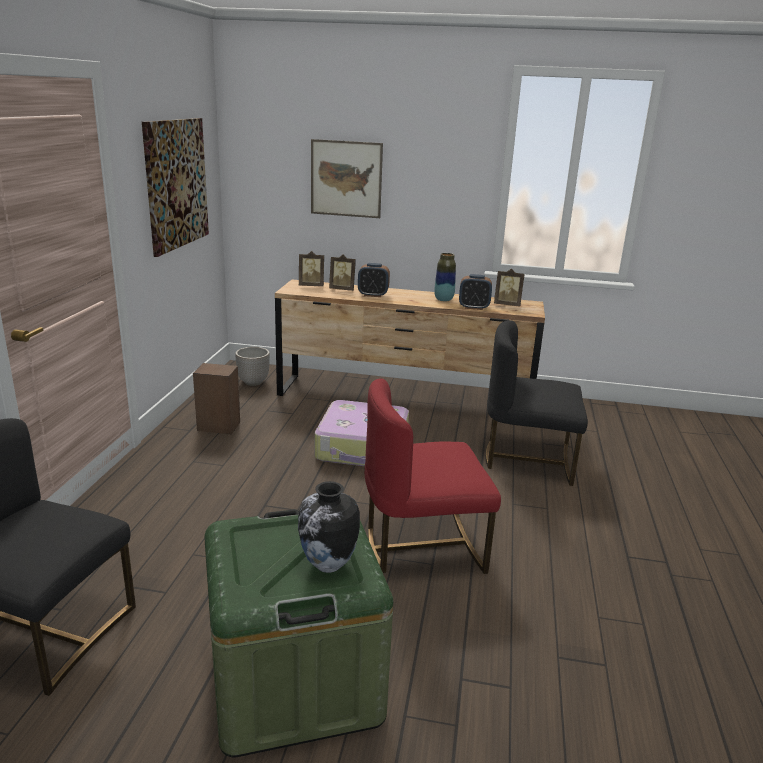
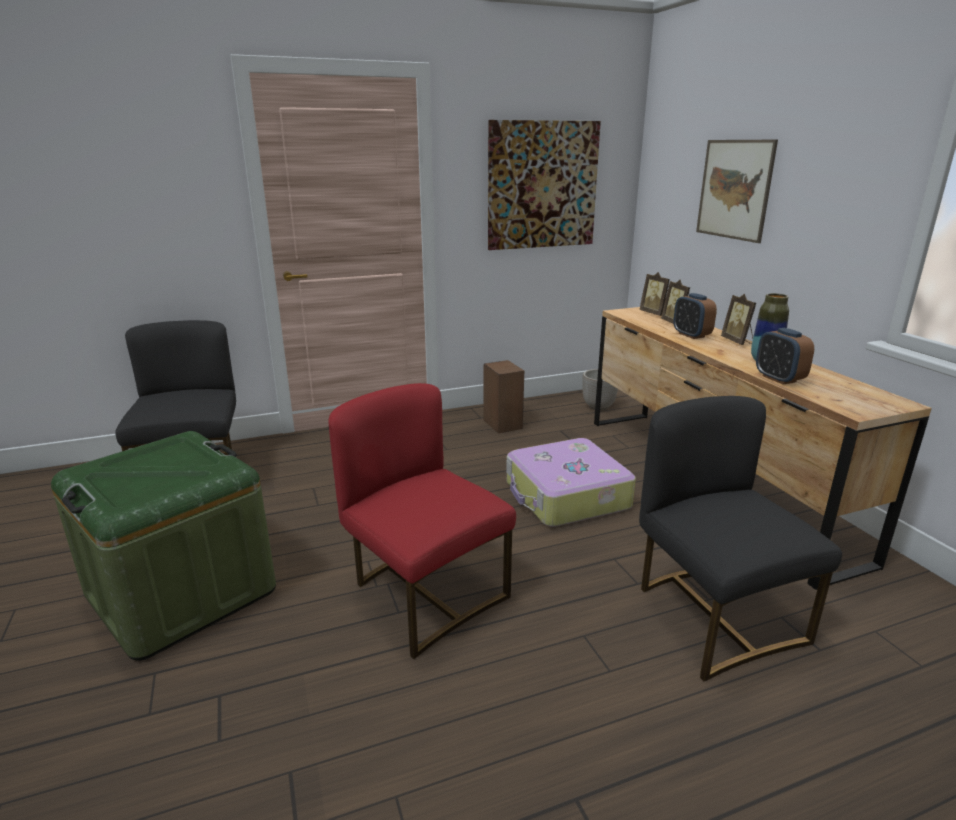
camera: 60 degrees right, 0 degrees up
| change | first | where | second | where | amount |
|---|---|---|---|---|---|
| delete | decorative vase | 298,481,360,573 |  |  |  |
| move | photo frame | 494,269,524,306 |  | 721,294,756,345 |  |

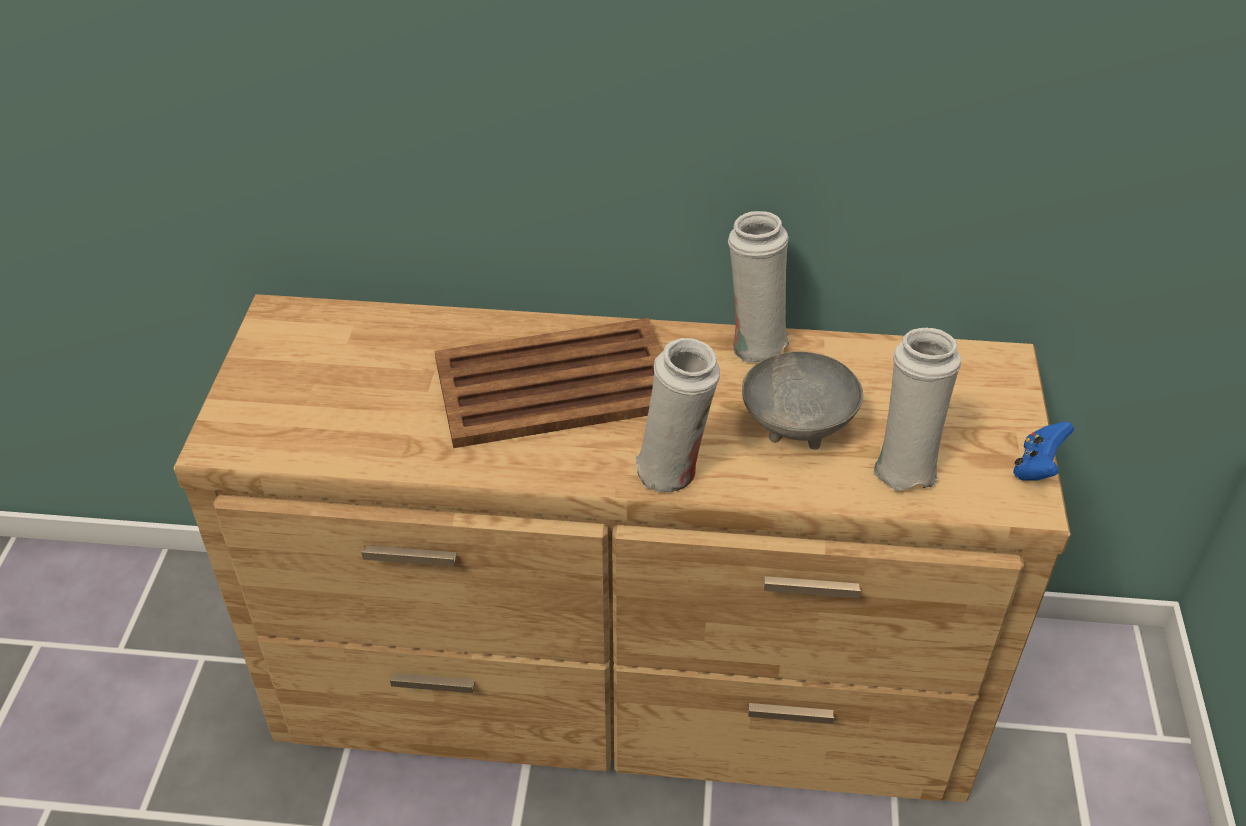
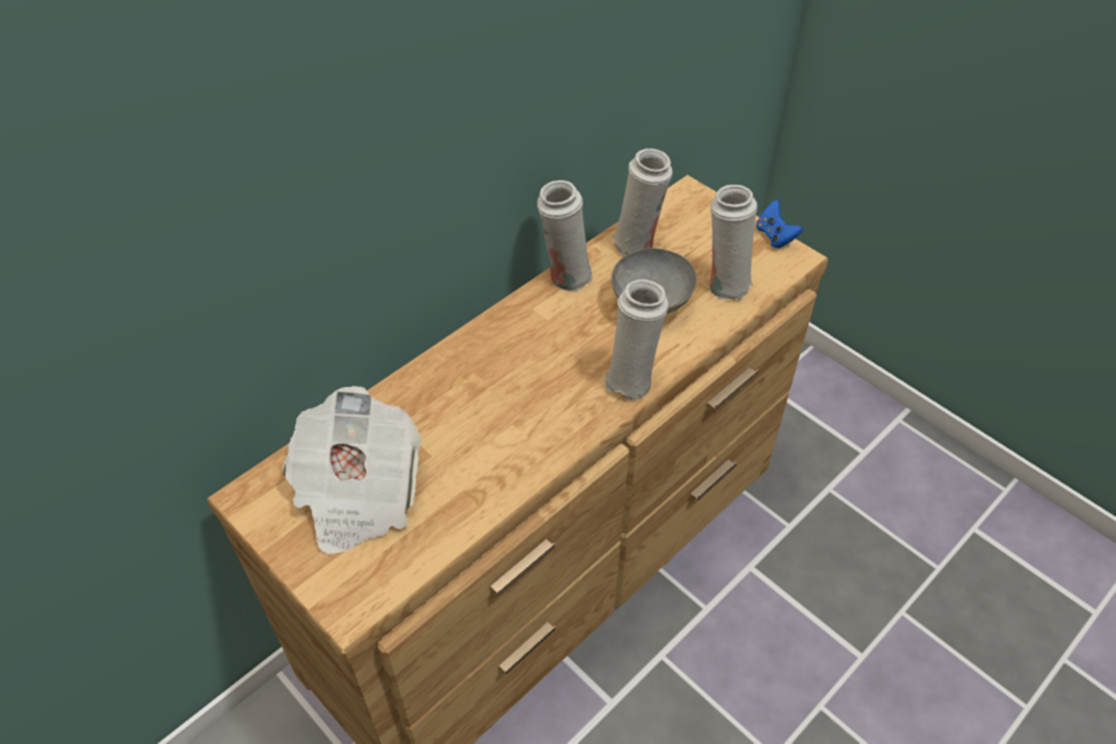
camera: 50 degrees left, 5 degrees up
| change | first | where | second | where | amount |
|---|---|---|---|---|---|
| delete | tray (brown-coloured) | 435,318,662,448 |  |  |  |
| insert |  |  | printed paper | 283,386,421,555 |  |
| insert |  |  | decorative vase (white-coloured) | 612,148,673,255 |  |

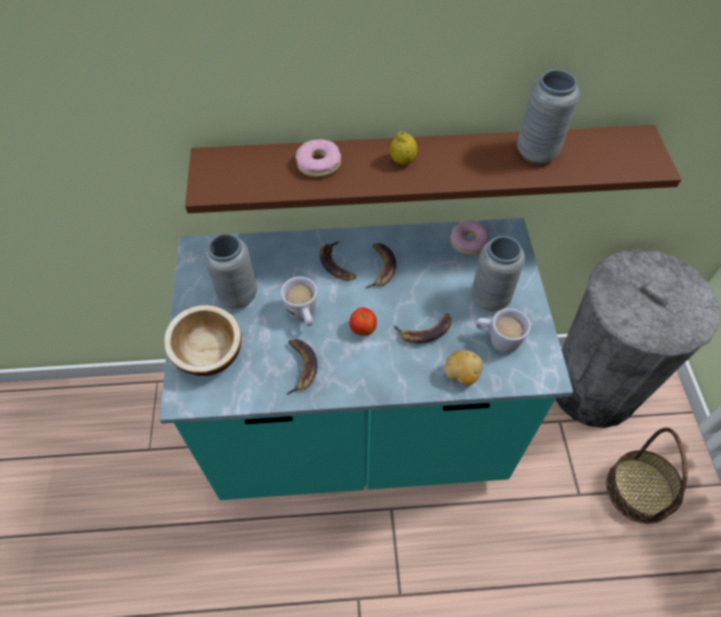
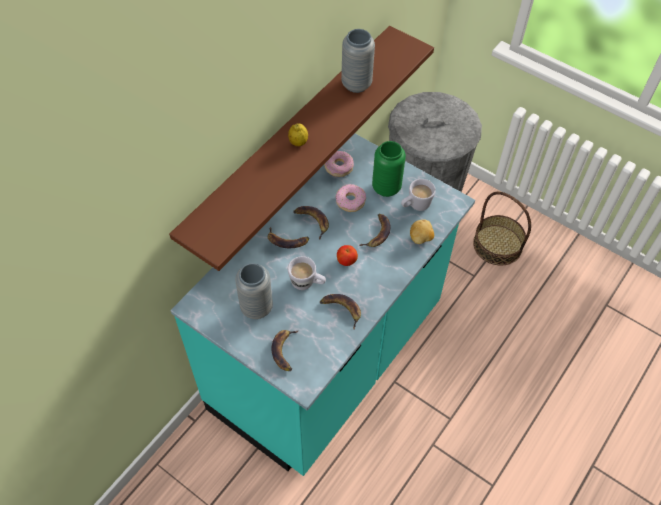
camera: 50 degrees left, 0 degrees up
| change | first | where | second | where | amount |
|---|---|---|---|---|---|
| move | donut | 295,139,341,177 |  | 336,184,366,212 |  |
| replace | bowl | 164,305,242,376 | banana fruit | 271,330,299,371 |  |
| recolor | decorative vase (grey) | 471,236,525,311 | decorative vase (green-coloured) | 372,141,406,197 |  |

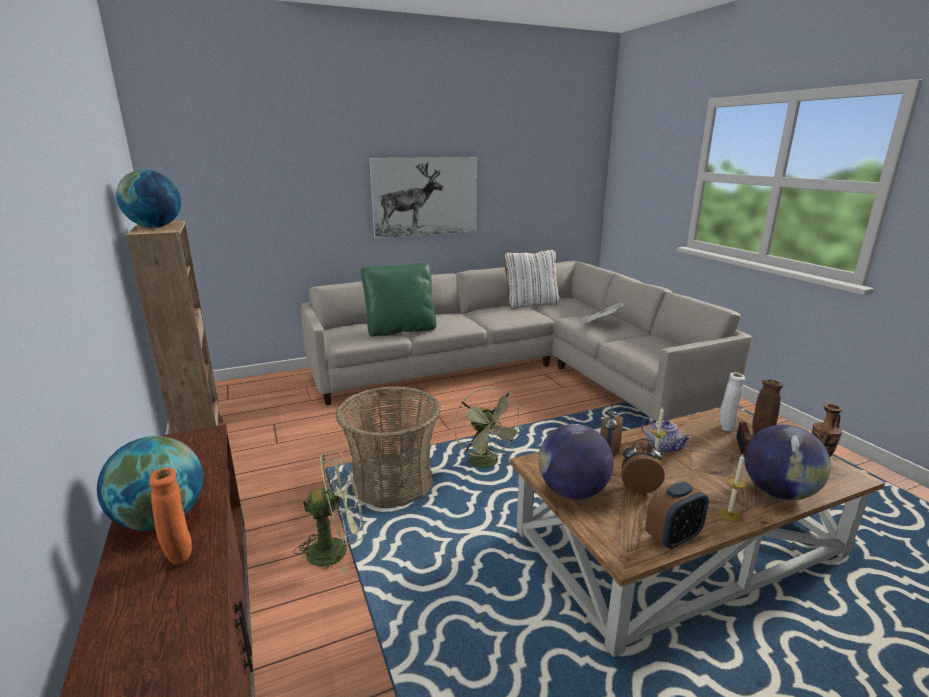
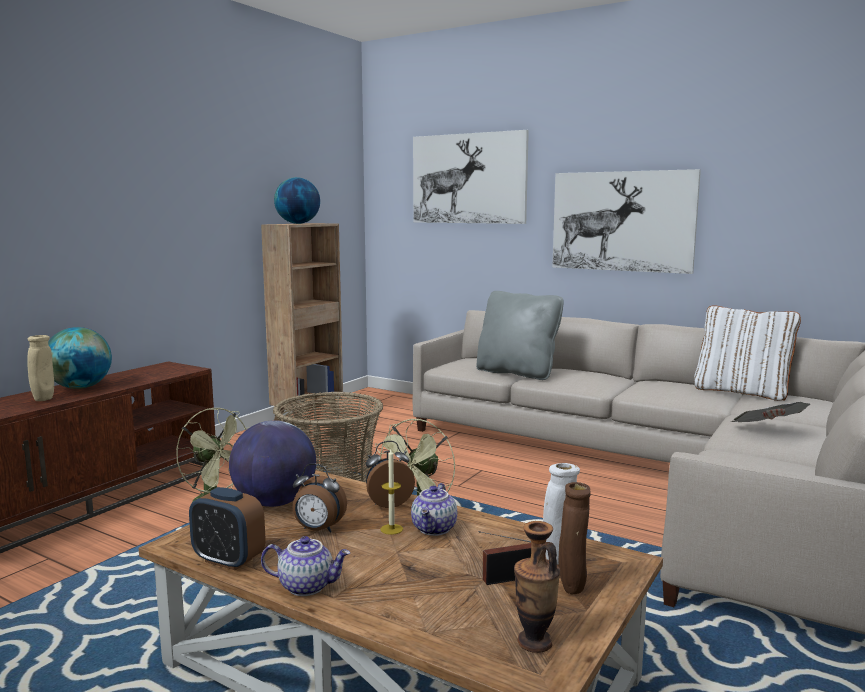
camera: 55 degrees right, 10 degrees down
| change | first | where | second | where | amount |
|---|---|---|---|---|---|
| delete | desk globe | 744,424,831,500 |  |  |  |
| insert |  |  | wall art | 413,130,529,224 |  |
| replace | wax candle | 719,454,746,521 | teapot | 261,536,350,596 |  |
| recolor | decorative vase (orange-coloured) | 149,468,192,565 | decorative vase (sand-coloured) | 27,335,54,401 |  |
| recolor | cushion (green-coloured) | 361,263,436,337 | cushion (grey) | 476,291,564,380 |  |
| rotate | alarm clock | 621,439,665,494 |  | 293,463,347,533 | 135 degrees clockwise |

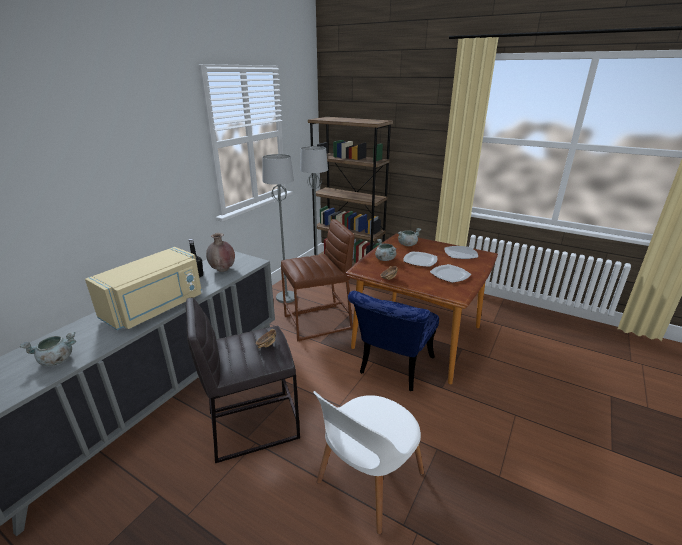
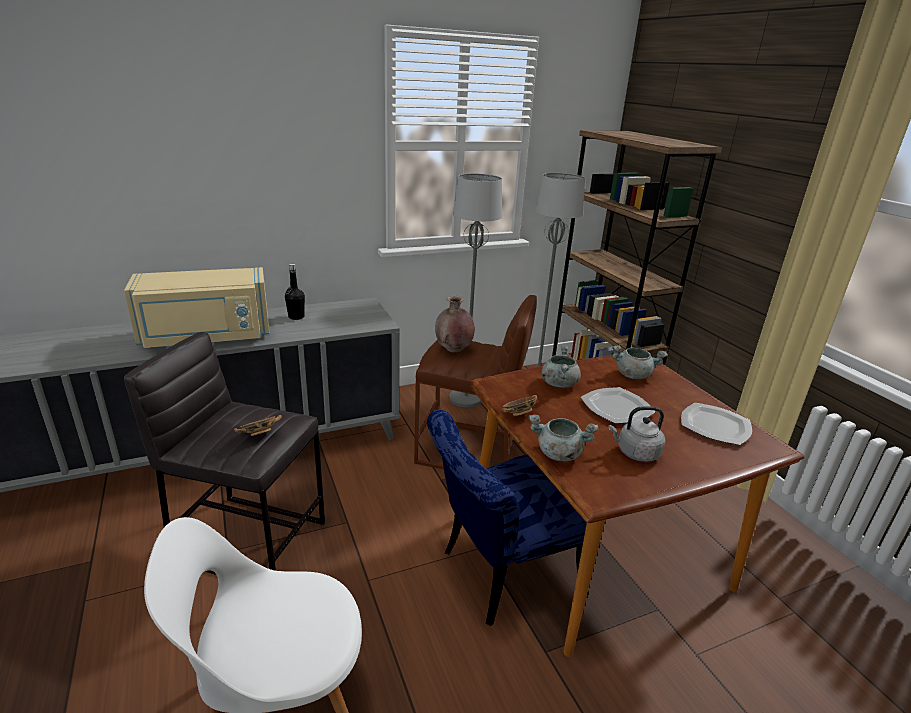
camera: 35 degrees right, 0 degrees up
| change | first | where | second | where | amount |
|---|---|---|---|---|---|
| move | cooking pot (grey) | 20,332,76,366 |  | 528,415,598,461 |  |
| move | decorative vase (brown-coloured) | 206,233,235,272 |  | 435,296,475,353 |  |
| replace | flat dish | 430,264,471,283 | water kettle (grey) | 608,406,665,462 |  |

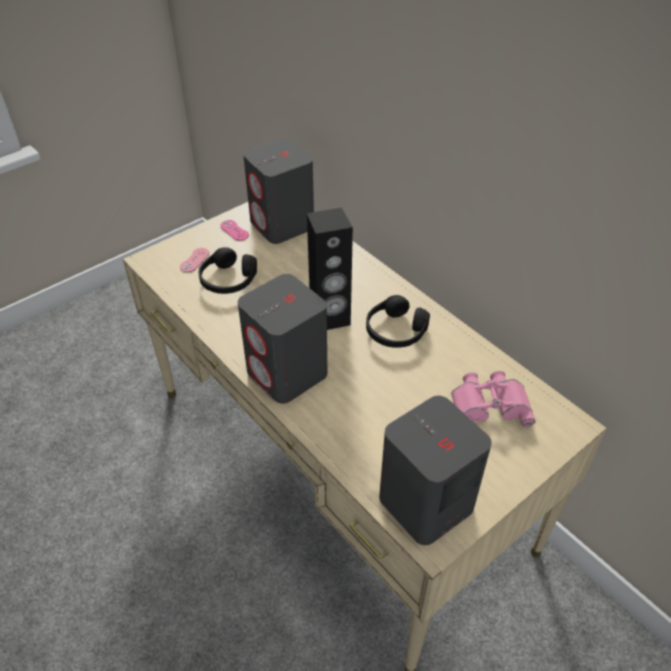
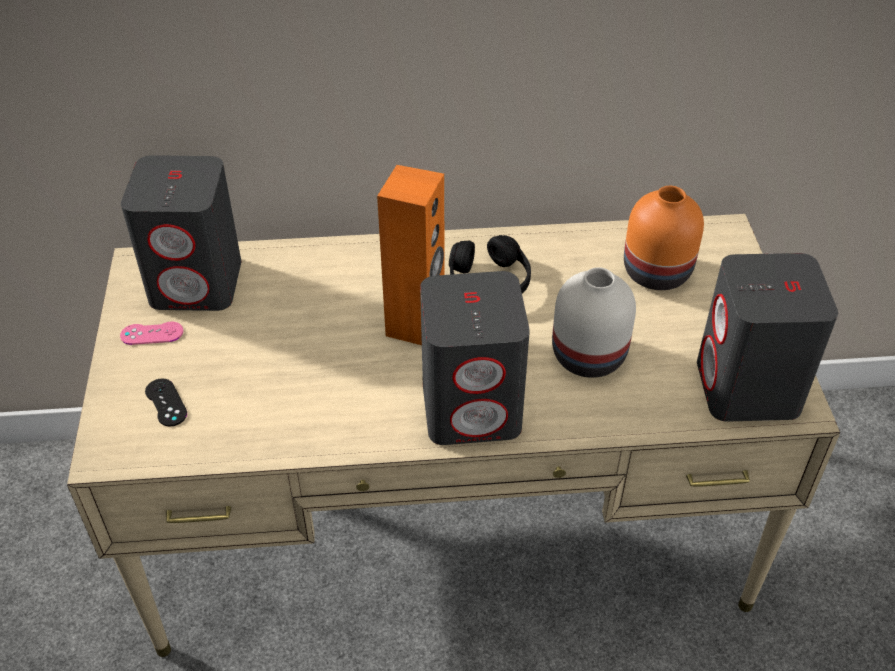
camera: 55 degrees left, 0 degrees up
| change | first | where | second | where | amount |
|---|---|---|---|---|---|
| delete | headphones (blackish) | 199,247,257,294 |  |  |  |
| insert |  |  | decorative vase (white-coloured) | 552,267,636,378 |  |
| replace | field glasses (pink-coloured) | 451,371,535,427 | decorative vase (orange-coloured) | 624,186,704,290 |  |
| recolor | joypad (pink-coloured) | 180,248,209,272 | joypad (blackish) | 145,379,187,426 |  |
| recolor | audio speaker (blackish) | 307,208,353,330 | audio speaker (orange-coloured) | 377,165,445,345 |  |

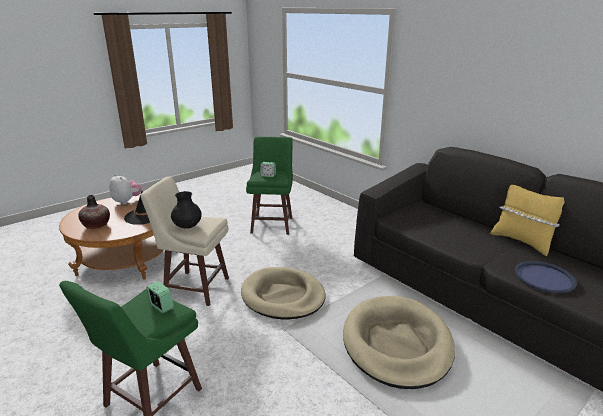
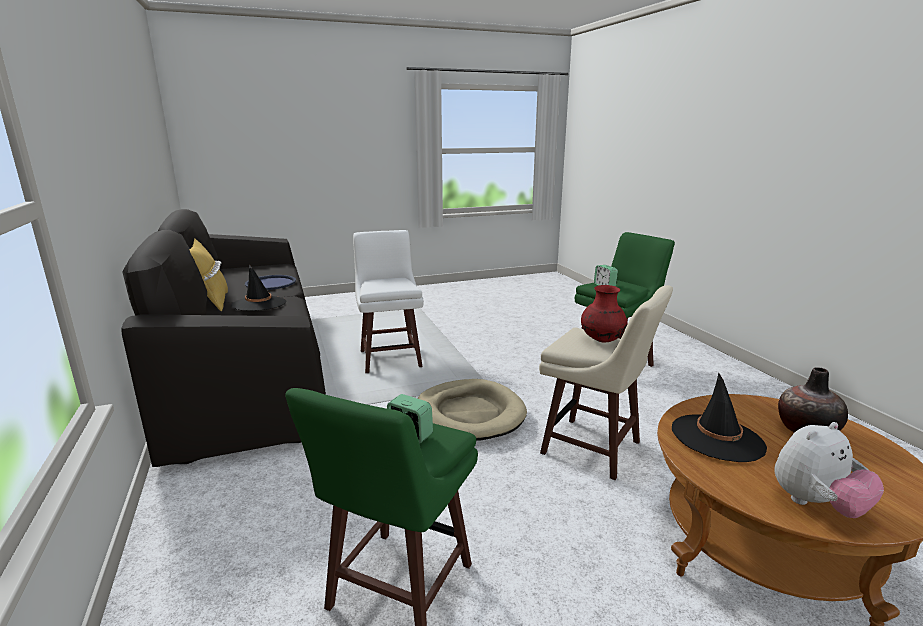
camera: 160 degrees left, 5 degrees down
| change | first | where | second | where | amount |
|---|---|---|---|---|---|
| insert |  |  | wearable hat (blackish) | 231,265,286,311 |  |
| replace | dog bed (sand-coloured) | 343,296,455,389 | stool (white-coloured) | 353,230,424,373 |  |
| recolor | decorative vase (blackish) | 171,191,202,229 | decorative vase (red-coloured) | 581,285,627,343 |  |
| rotate | soft toy | 109,174,142,205 |  | 774,422,884,518 | 90 degrees counterclockwise |

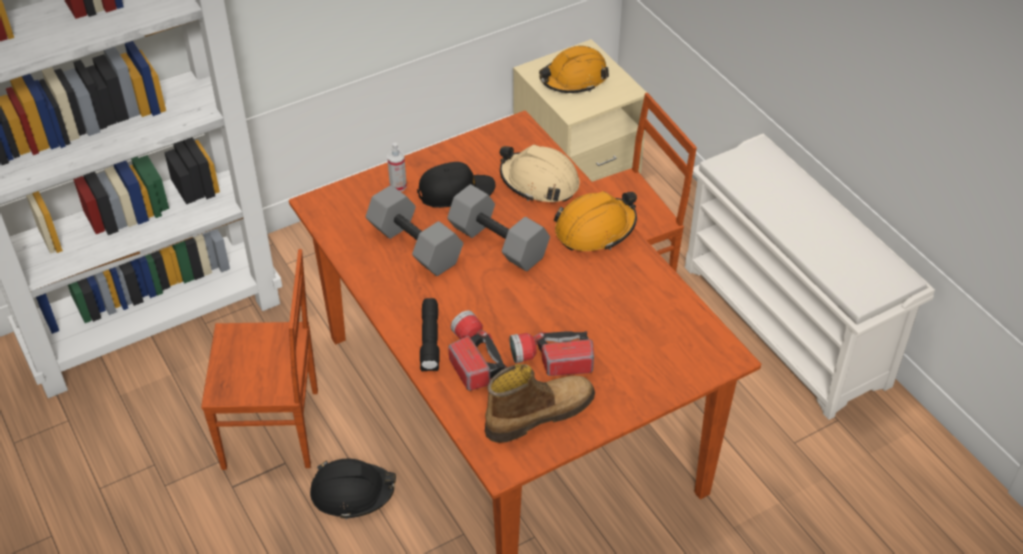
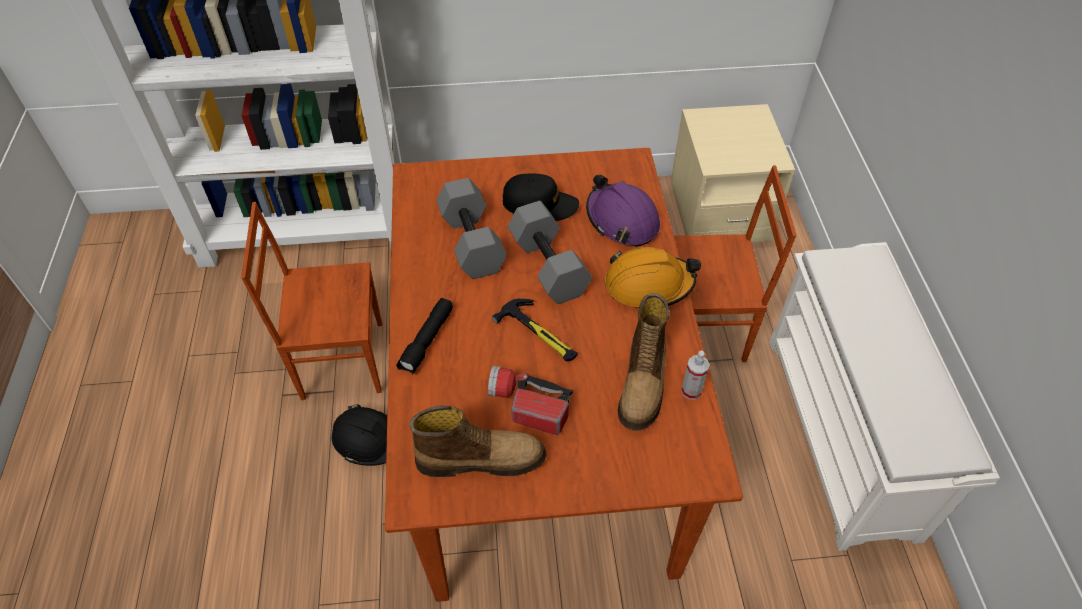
camera: 25 degrees right, 5 degrees up
| change | first | where | second | where | amount |
|---|---|---|---|---|---|
| delete | hand torch | 448,310,507,391 |  |  |  |
| delete | work helmet (orange-coloured) | 539,46,609,93 |  |  |  |
| insert |  |  | hammer | 492,299,578,361 |  |
| insert |  |  | boot | 618,293,670,431 |  |
| move | sprayer | 387,143,407,192 |  | 681,351,710,400 |  |
| recolor | work helmet (sand-coloured) | 500,145,580,202 | work helmet (purple) | 586,174,660,247 |  |
| rotate | upright chair (brown-coloured) | 201,249,318,470 |  | 241,202,382,400 | 150 degrees clockwise |

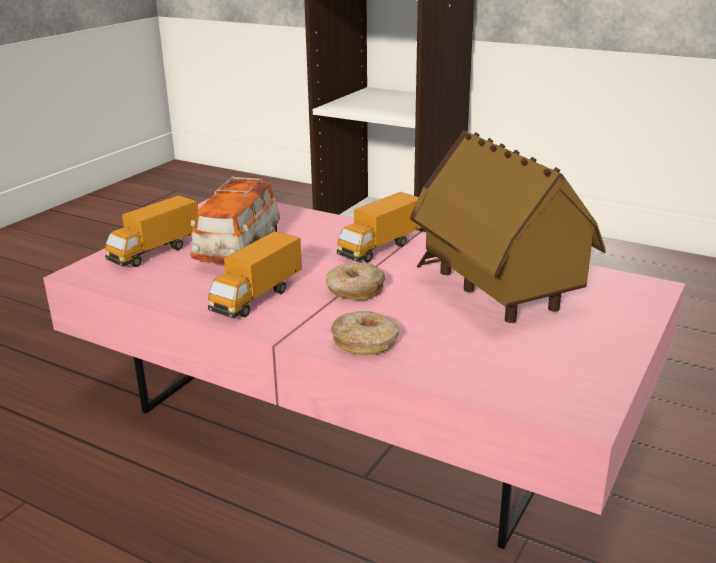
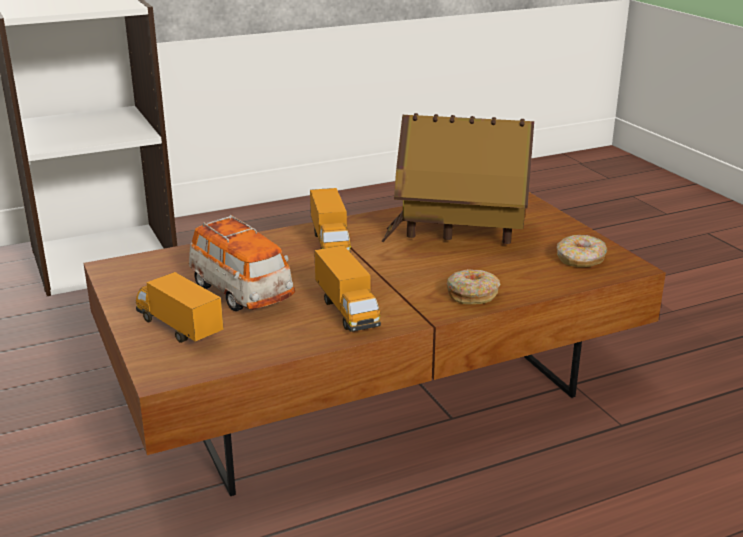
camera: 55 degrees left, 0 degrees up
| change | first | where | second | where | amount |
|---|---|---|---|---|---|
| move | donut | 326,263,385,300 |  | 557,235,608,267 |  |
| recolor | low table (pink-coloured) | 43,199,685,549 | low table (brown-coloured) | 83,192,666,496 |  |
| rotate | model truck | 105,195,198,267 |  | 136,272,224,343 | 150 degrees clockwise |

